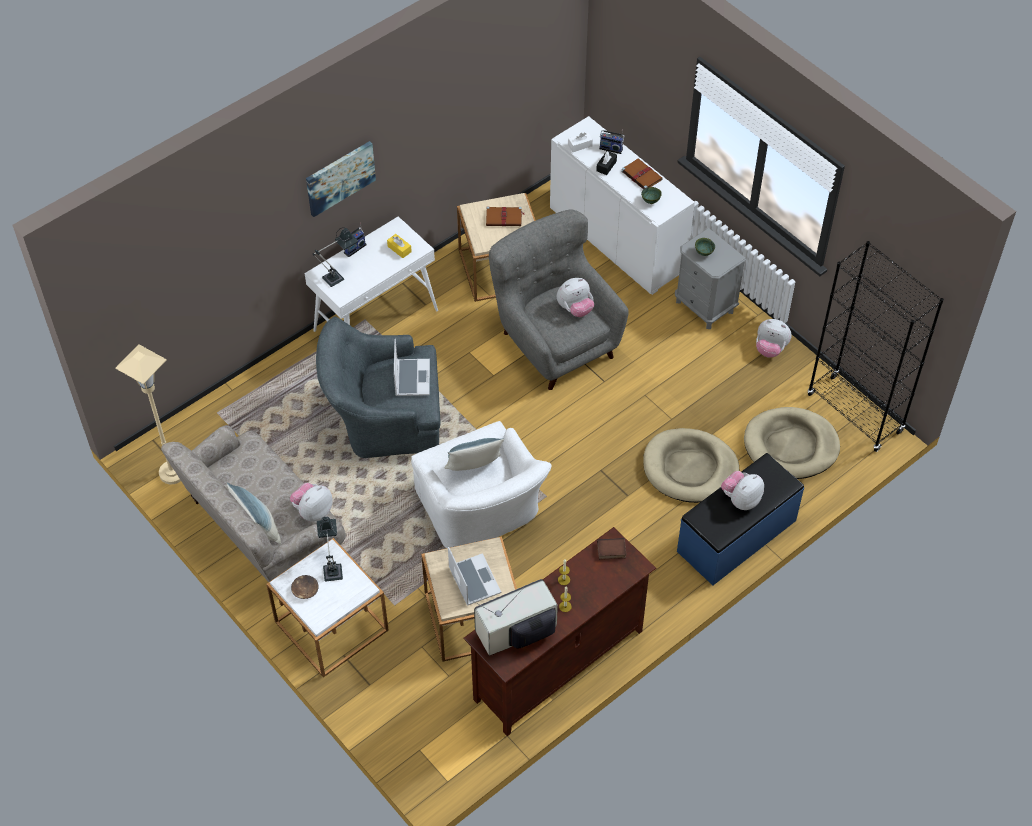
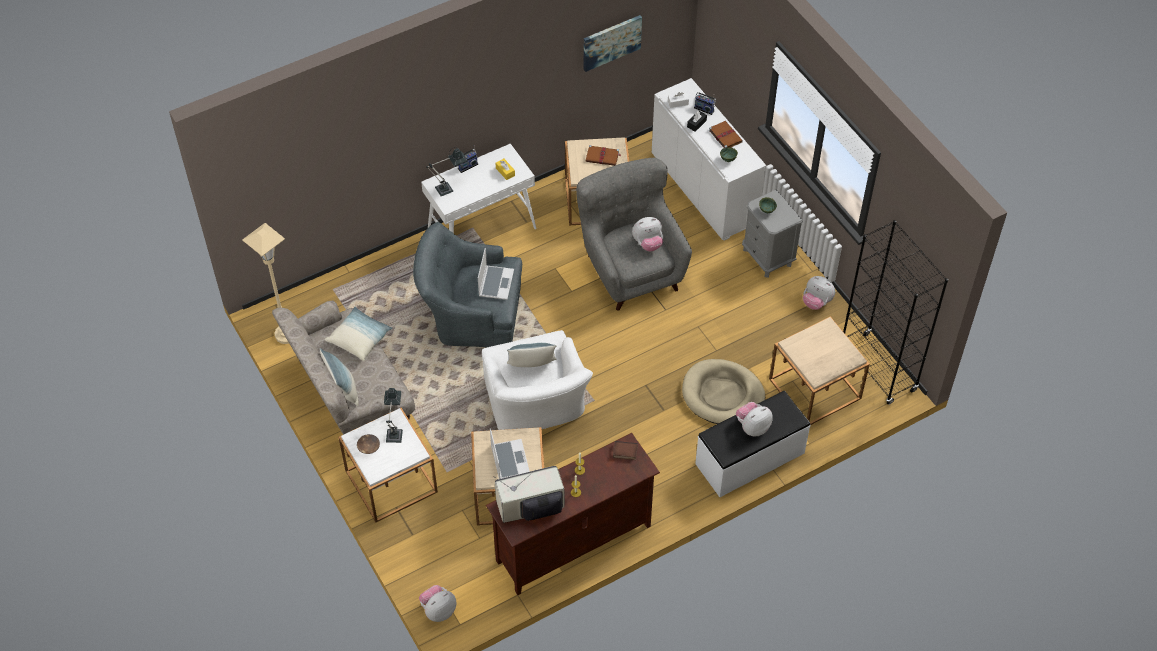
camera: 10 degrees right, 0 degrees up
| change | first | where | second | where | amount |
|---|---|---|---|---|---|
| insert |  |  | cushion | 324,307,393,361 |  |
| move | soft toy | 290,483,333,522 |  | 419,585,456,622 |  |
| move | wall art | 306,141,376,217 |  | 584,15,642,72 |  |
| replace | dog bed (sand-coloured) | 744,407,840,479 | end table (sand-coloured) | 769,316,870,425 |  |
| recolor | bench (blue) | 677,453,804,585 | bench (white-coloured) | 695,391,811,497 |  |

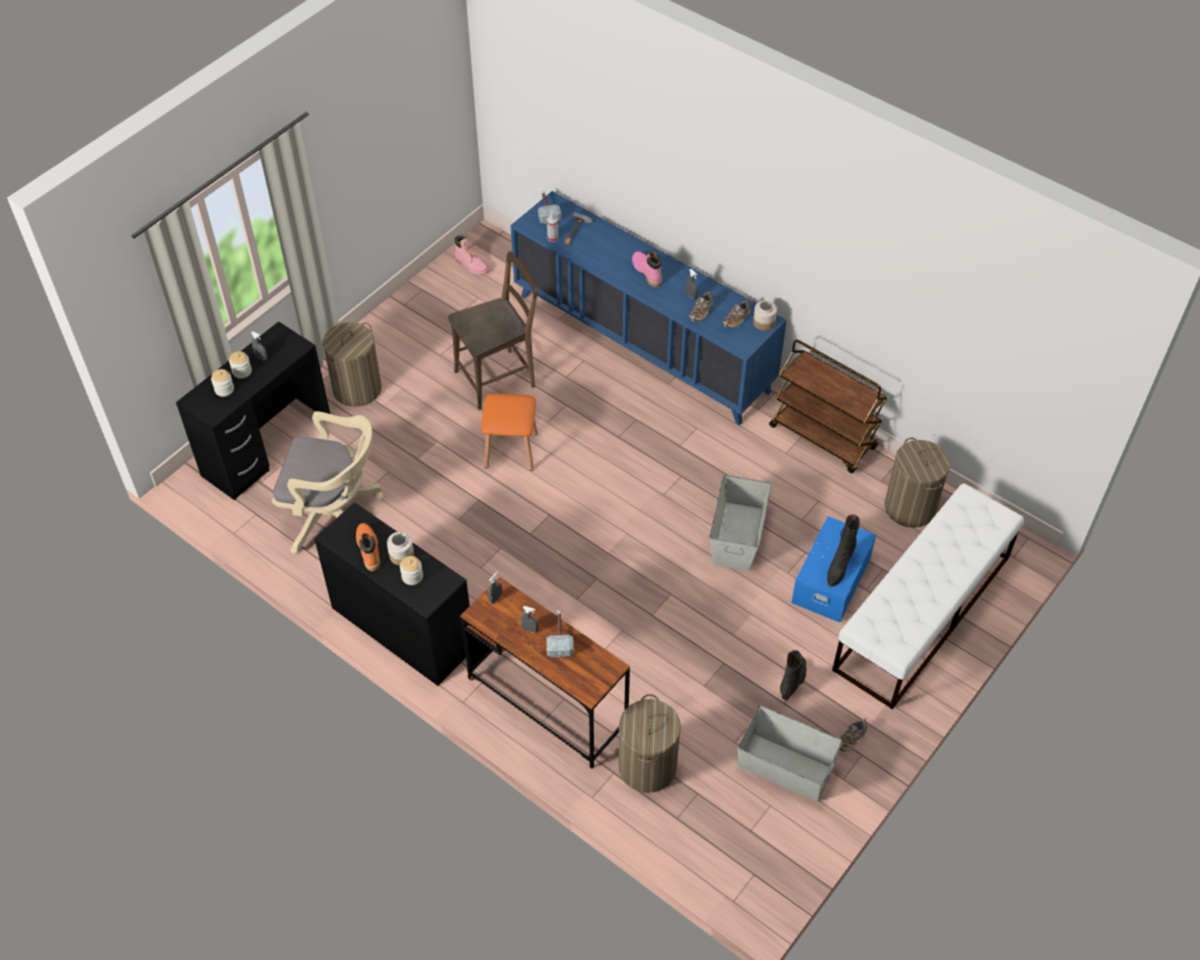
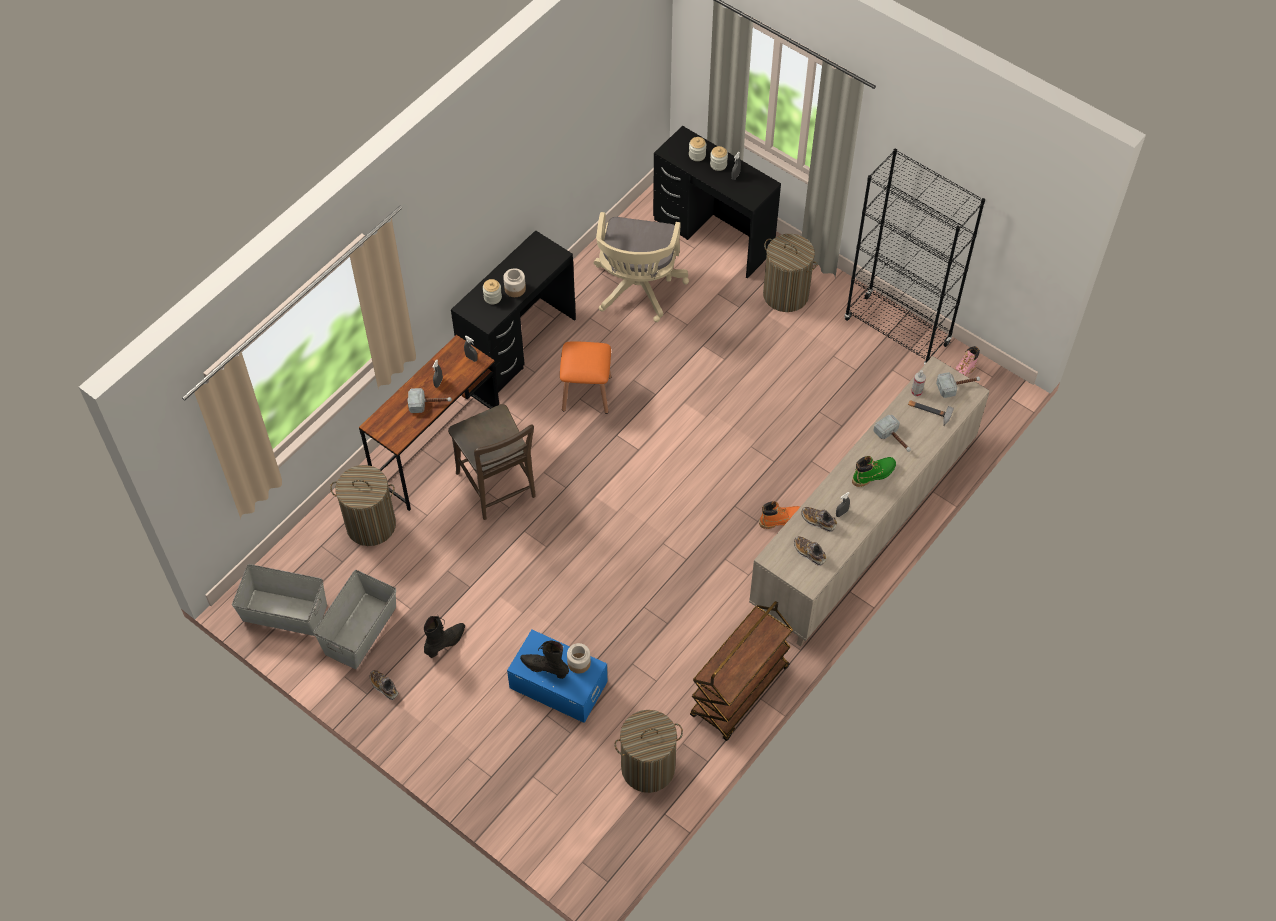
camera: 90 degrees right, 5 degrees up
| change | first | where | second | where | amount |
|---|---|---|---|---|---|
| delete | bench (white-coloured) | 832,483,1024,710 |  |  |  |
| insert |  |  | shelving unit (blackish) | 845,148,985,365 |  |
| insert |  |  | hammer | 873,415,911,452 |  |
| move | boot (orange-coloured) | 356,523,380,571 |  | 759,501,800,529 |  |
| move | upright chair (brown-coloured) | 448,251,538,410 |  | 448,404,536,520 |  |
| move | stool (orange-coloured) | 481,394,538,471 |  | 560,341,611,414 |  |
| move | storage box (grey) | 710,475,772,571 |  | 232,564,327,636 |  |
| move | storage jar | 753,300,777,331 |  | 567,643,591,673 |  |
| recolor | cupboard (blue) | 511,191,786,425 | cupboard (sand-coloured) | 749,356,990,647 |  |
| recolor | boot (pink-coloured) | 632,251,662,287 | boot (green-coloured) | 852,456,896,487 |  |
| rotate | boot (blackish) | 780,650,806,701 |  | 424,616,465,658 | 75 degrees counterclockwise |

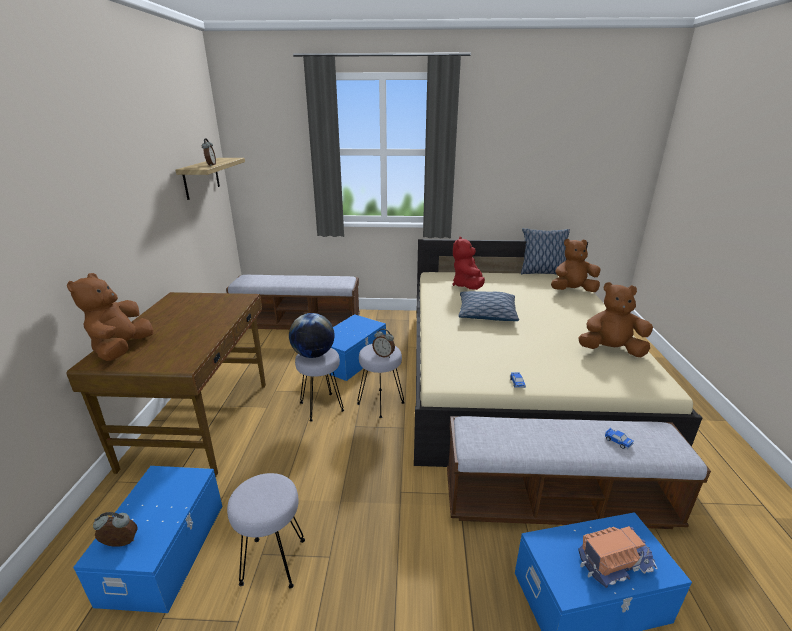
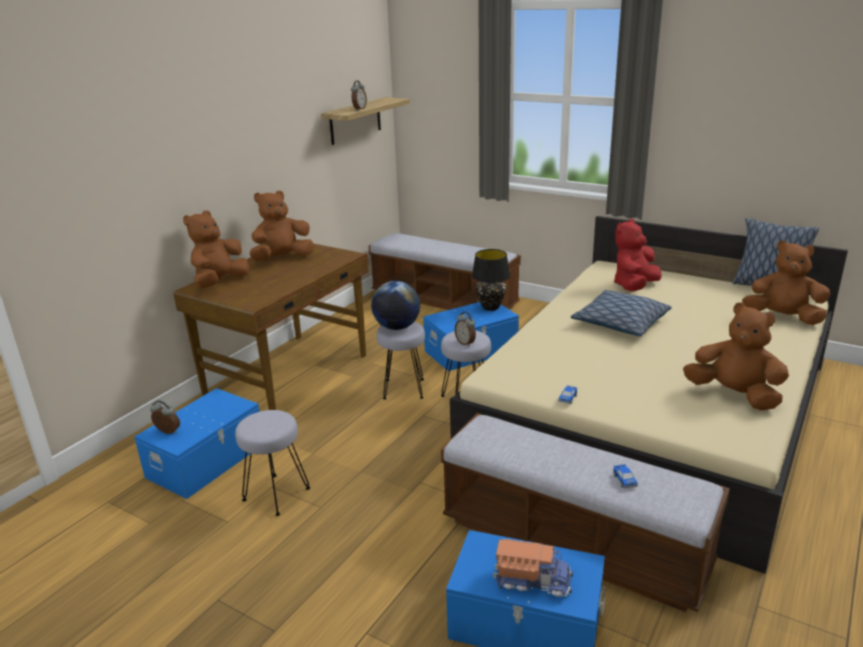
camera: 30 degrees right, 0 degrees up
| change | first | where | second | where | amount |
|---|---|---|---|---|---|
| insert |  |  | soft toy (brown-coloured) | 250,190,314,261 |  |
| insert |  |  | lamp for a table (blackish) | 472,249,510,311 |  |

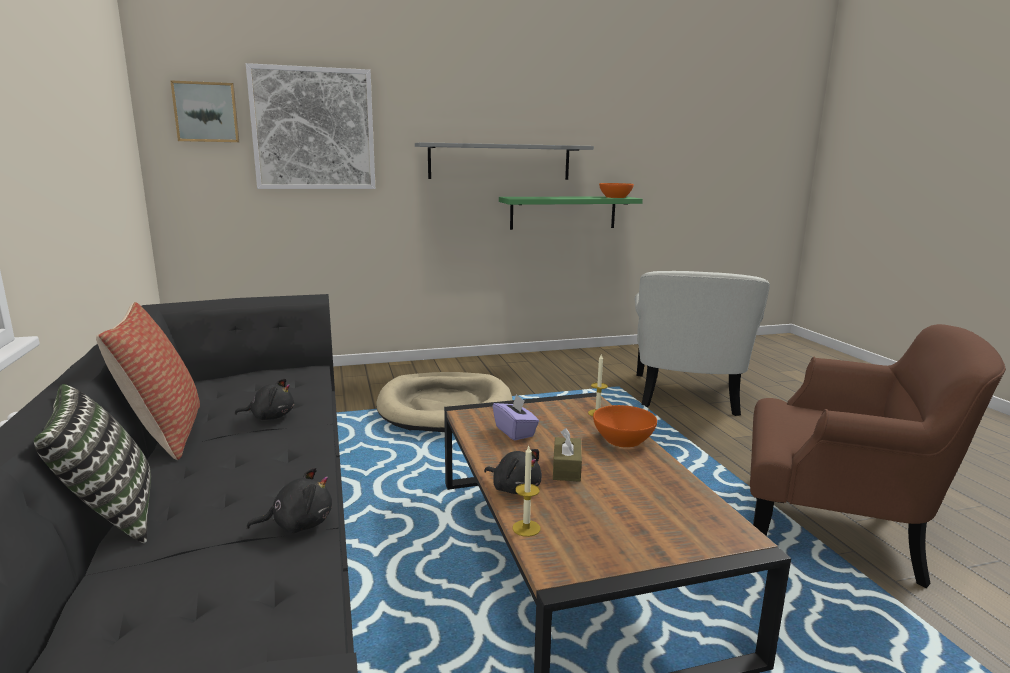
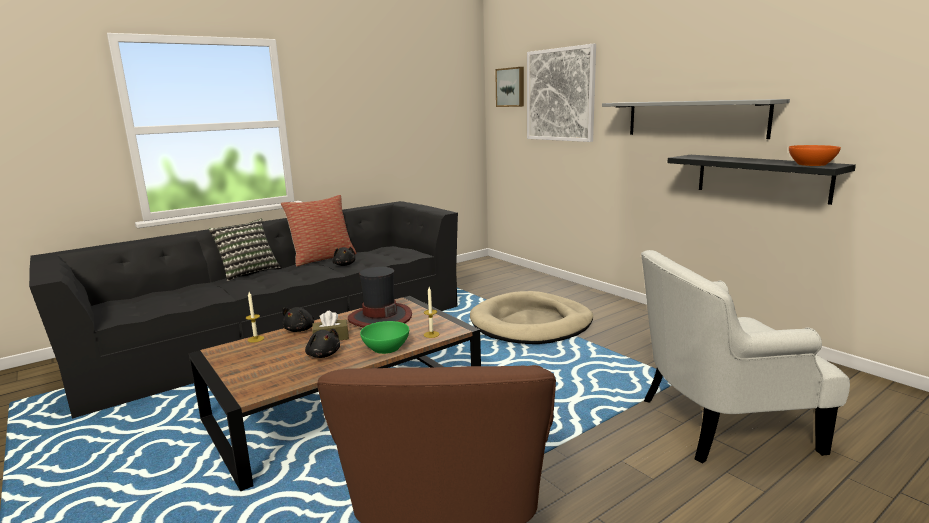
camera: 70 degrees right, 0 degrees up
| change | first | where | second | where | amount |
|---|---|---|---|---|---|
| move | soft toy (blackish) | 246,468,332,534 |  | 305,329,340,358 |  |
| replace | box of tissues (purple) | 493,394,539,440 | wearable hat | 348,267,412,328 |  |
| recolor | shelf (green-coloured) | 499,196,643,230 | shelf (blackish) | 667,155,856,205 |  |
| recolor | bowl (orange-coloured) | 593,405,657,448 | bowl (green-coloured) | 360,321,409,354 |  |

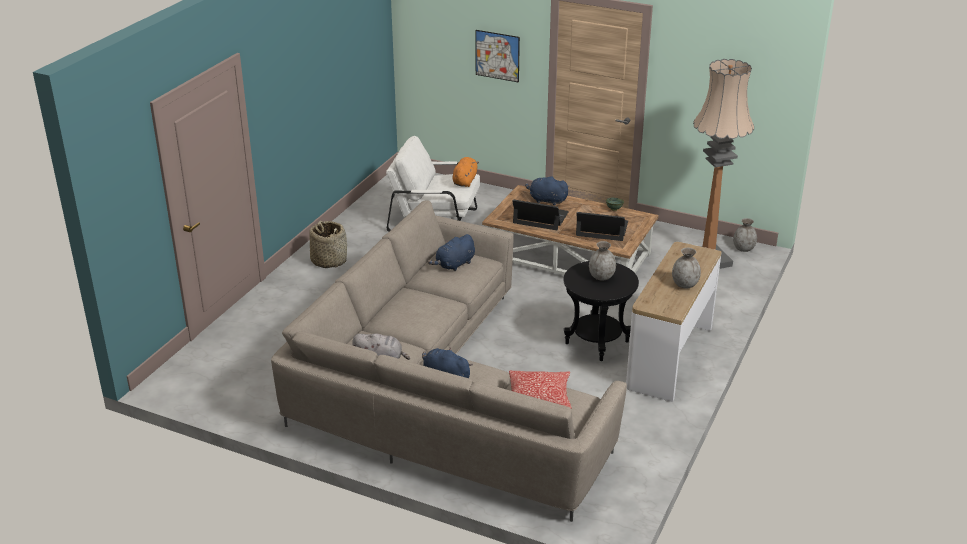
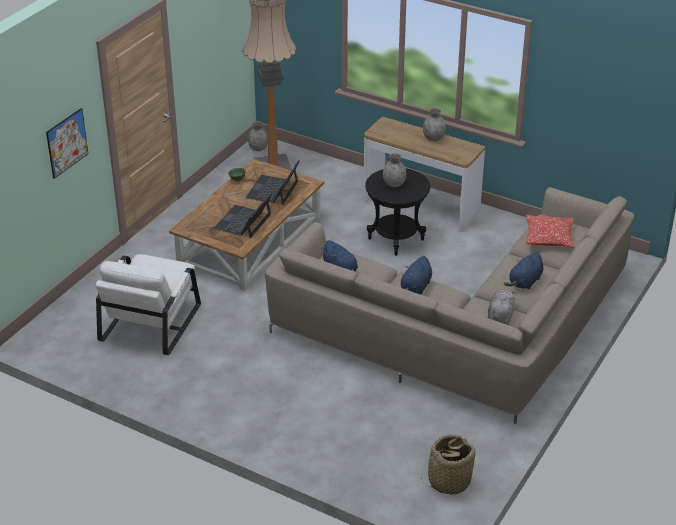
camera: 85 degrees left, 5 degrees up
| change | first | where | second | where | amount |
|---|---|---|---|---|---|
| delete | soft toy (orange-coloured) | 452,157,479,187 |  |  |  |
| move | basket | 309,221,347,268 |  | 421,434,475,495 |  |
| move | soft toy (blue) | 525,176,569,206 |  | 401,256,432,295 |  |

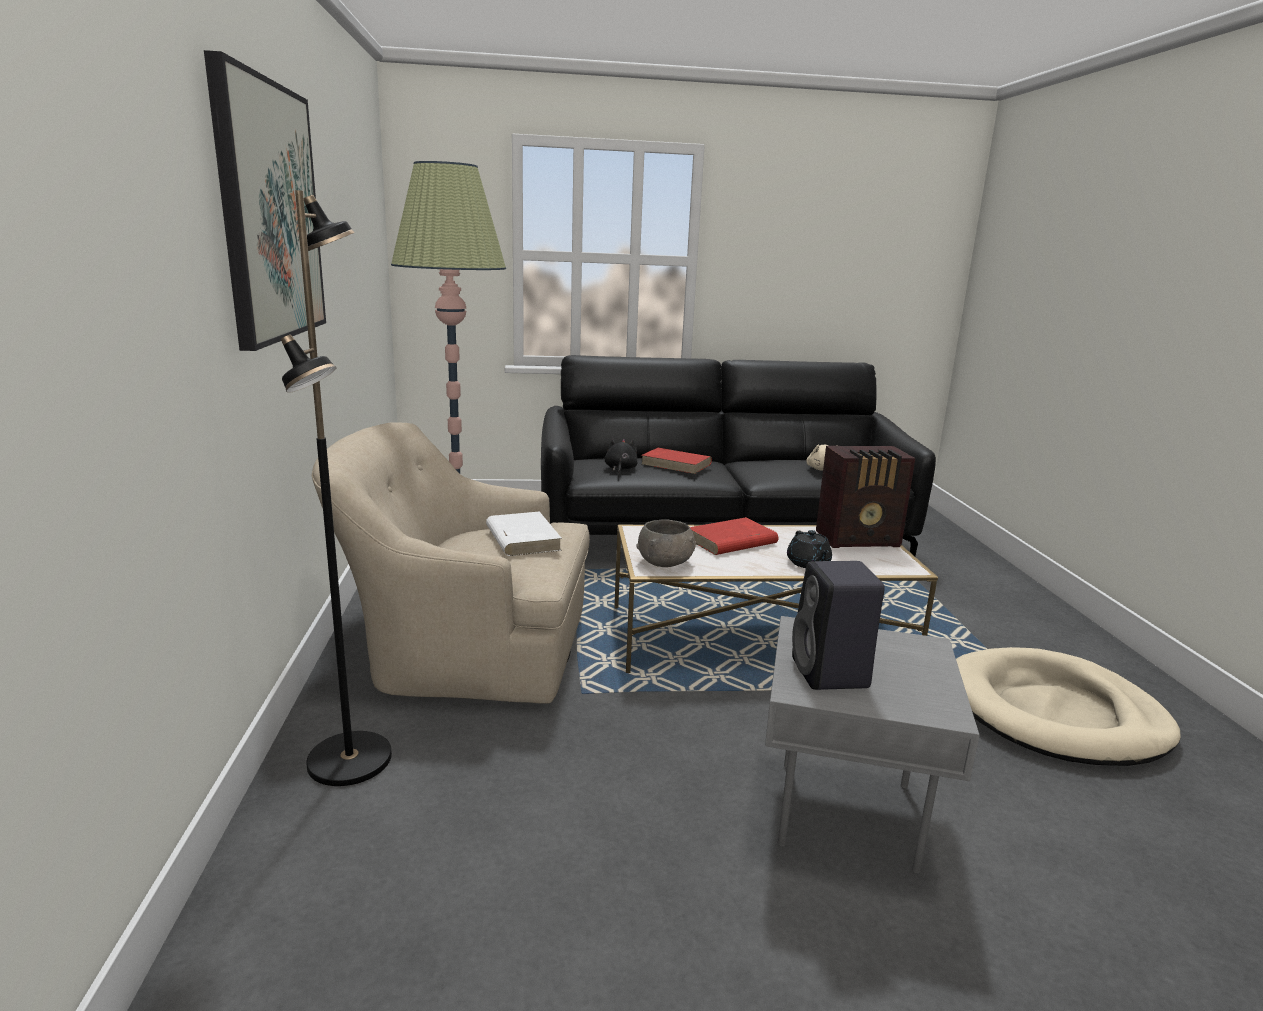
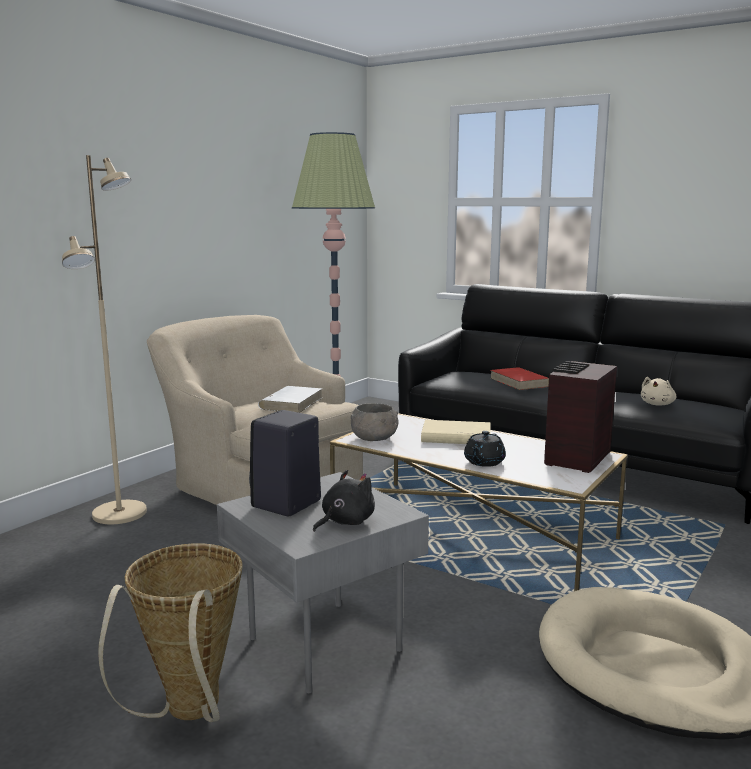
camera: 40 degrees right, 5 degrees down
| change | first | where | second | where | amount |
|---|---|---|---|---|---|
| delete | wall art | 204,50,326,351 |  |  |  |
| insert |  |  | basket | 98,543,242,722 |  |
| move | soft toy (blackish) | 604,439,638,473 |  | 313,470,375,532 |  |
| recolor | standard lamp (blackish) | 281,190,392,786 | standard lamp (sand-coloured) | 62,155,147,524 |  |
| recolor | volume (red-coloured) | 690,517,778,555 | volume (sand-coloured) | 421,420,491,444 |  |
| rotate | radio set | 816,446,915,548 |  | 544,361,617,473 | 90 degrees clockwise |

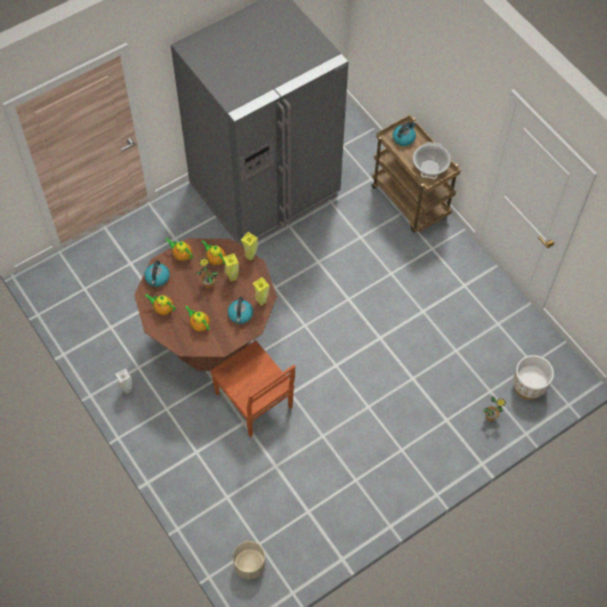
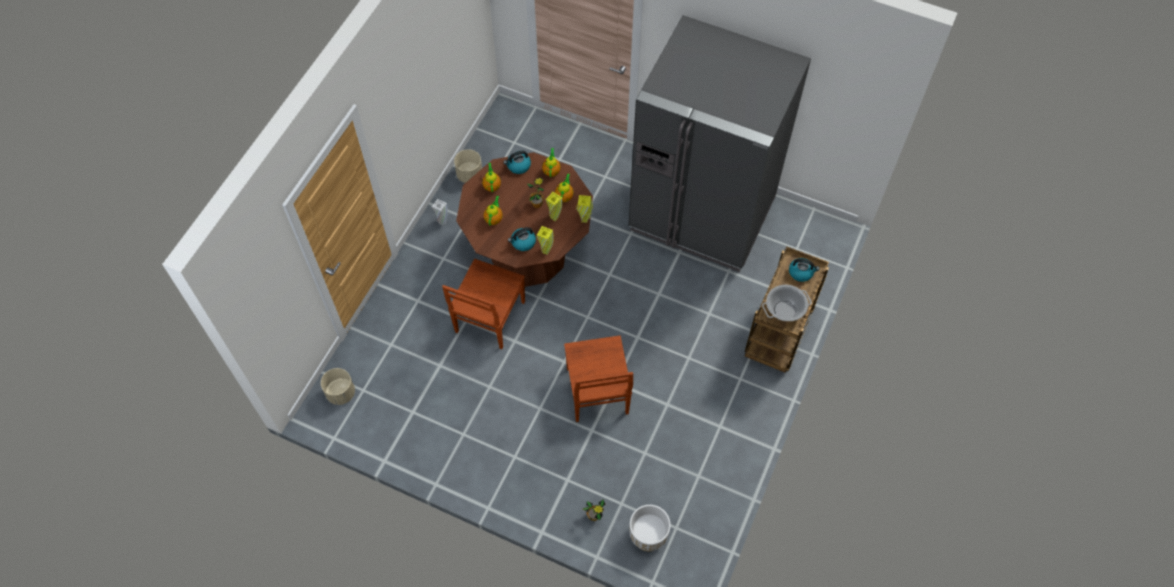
camera: 60 degrees right, 0 degrees up
| change | first | where | second | where | amount |
|---|---|---|---|---|---|
| insert |  |  | planter (sand-coloured) | 454,149,482,183 |  |
| insert |  |  | upright chair (brown-coloured) | 564,335,633,422 |  |

